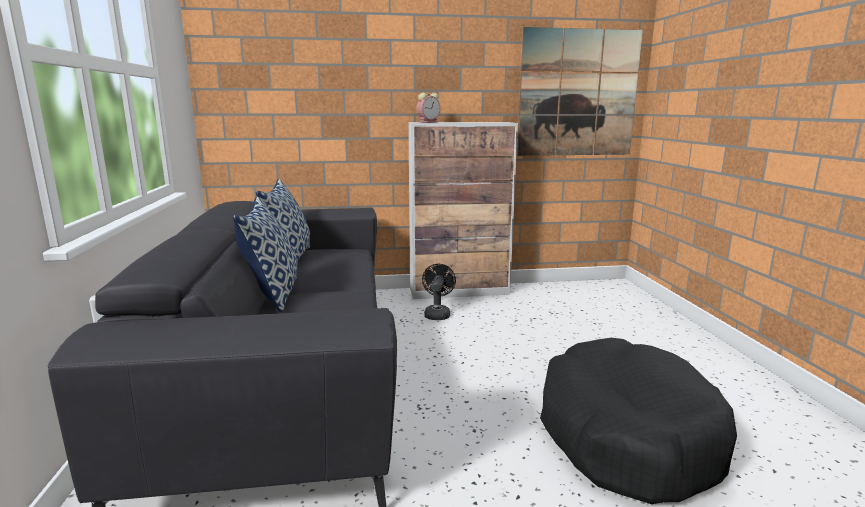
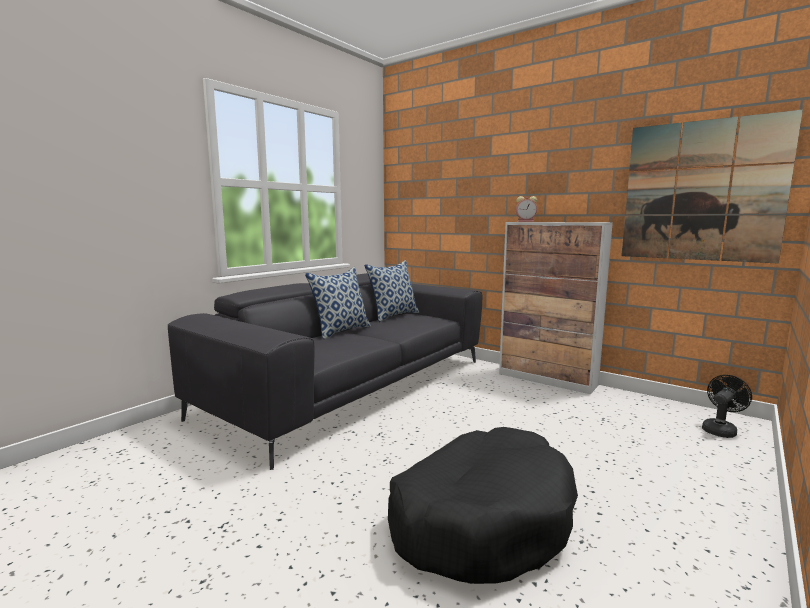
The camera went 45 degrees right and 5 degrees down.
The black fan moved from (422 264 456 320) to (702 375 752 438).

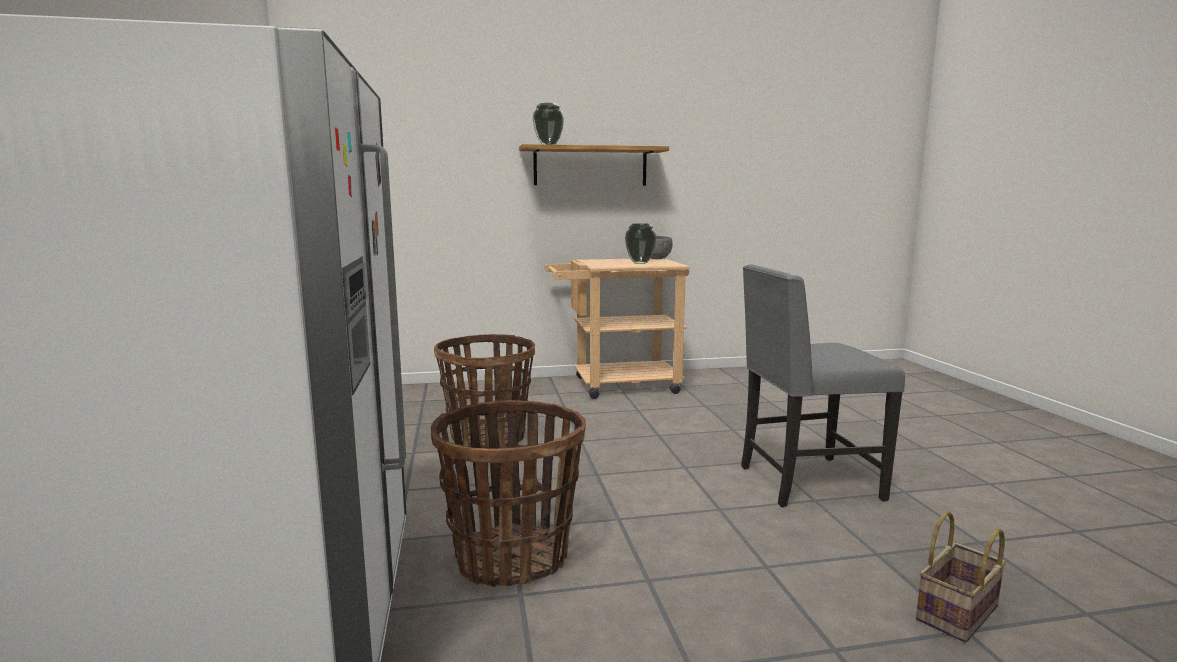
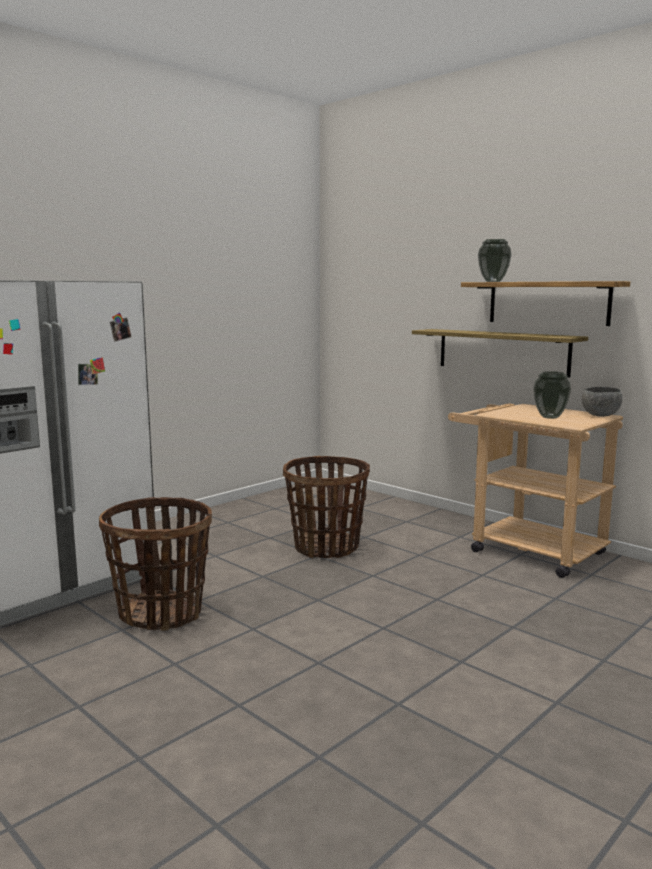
The camera went 55 degrees right and 0 degrees up.
The grey chair at (741 264 905 507) disappeared.
The basket at (916 512 1006 643) disappeared.
The shelf at (412 329 588 378) appeared.

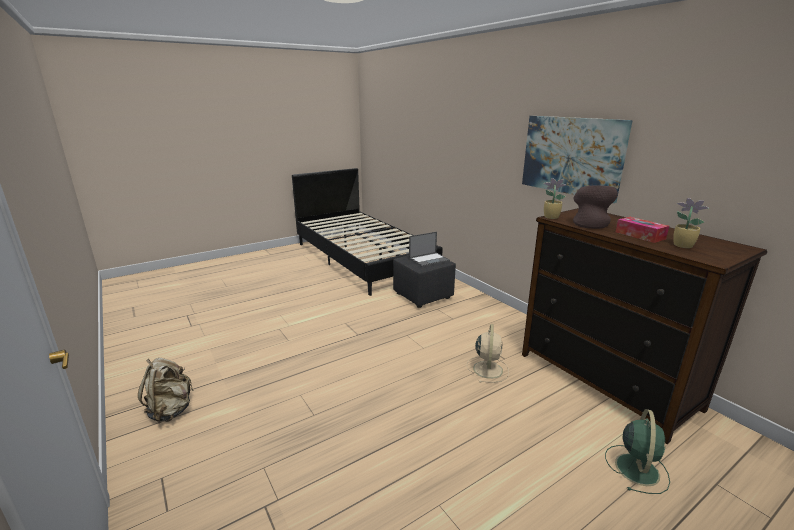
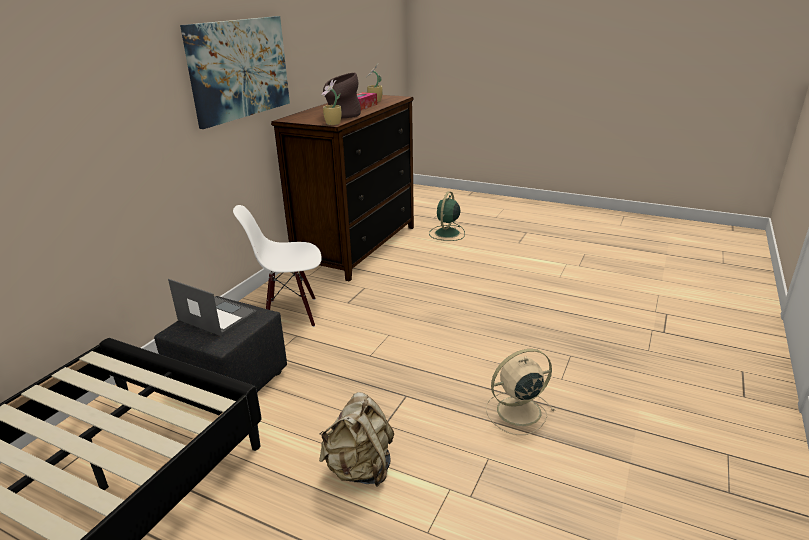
The camera went 120 degrees left and 5 degrees up.
The white chair at (233 205 322 327) appeared.
The beige backpack moved from (138 358 194 423) to (319 392 394 487).
The beige fan moved from (467 324 509 383) to (486 349 555 435).
The green fan at (605 409 670 494) turned 60 degrees counterclockwise.

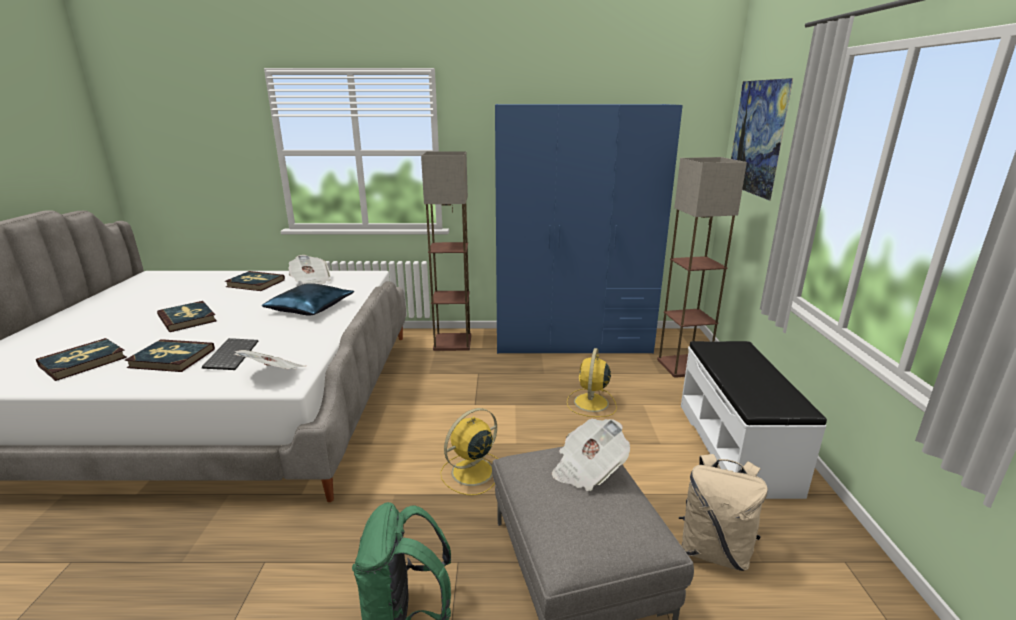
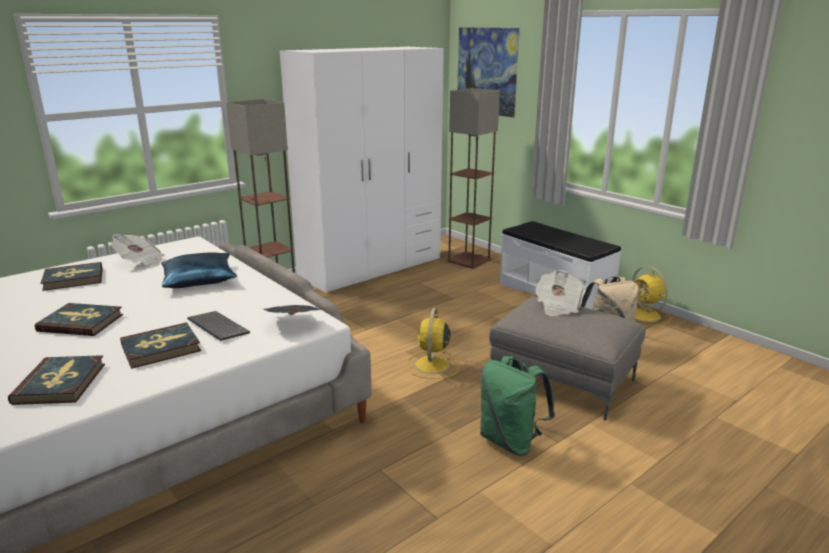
The camera went 40 degrees left and 0 degrees up.
The yellow fan moved from (567 348 617 417) to (632 266 671 326).
The blue wardrobe at (495 104 683 354) became the white wardrobe at (280 47 444 293).

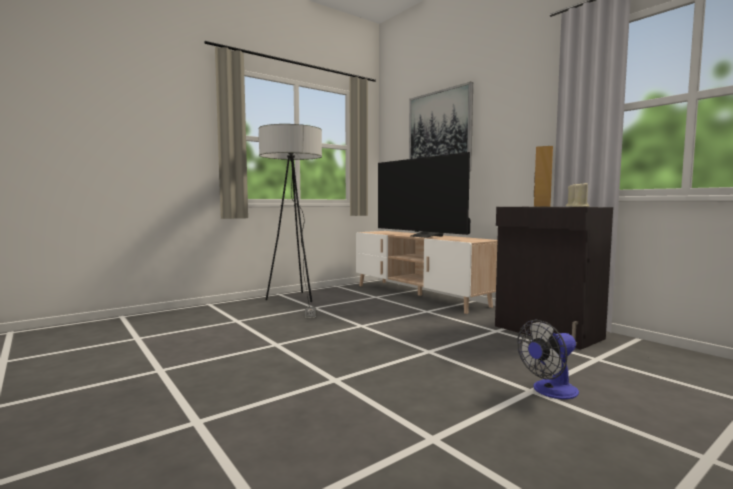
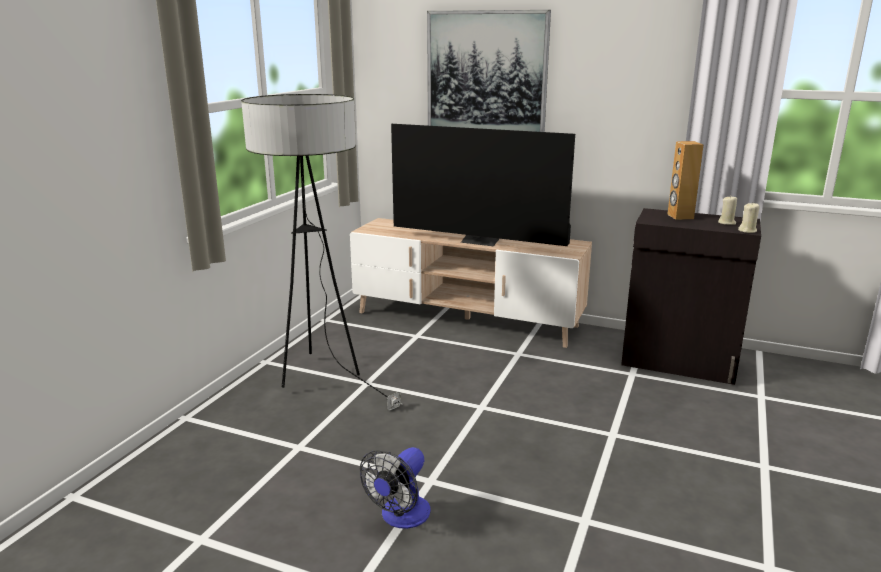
The camera went 30 degrees left and 15 degrees up.
The fan moved from (517 320 579 399) to (360 447 431 529).

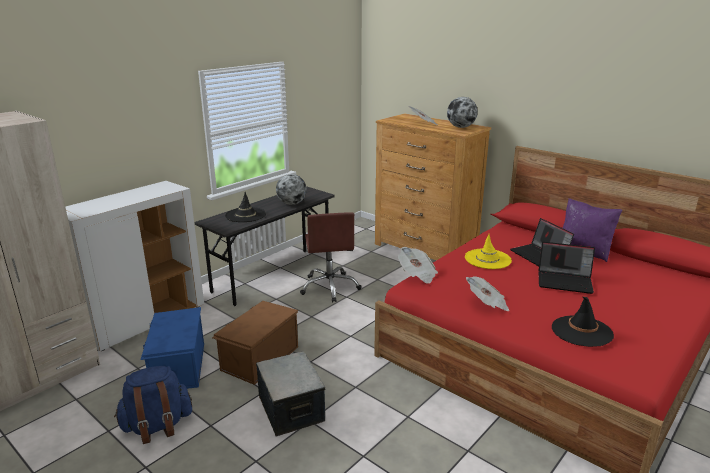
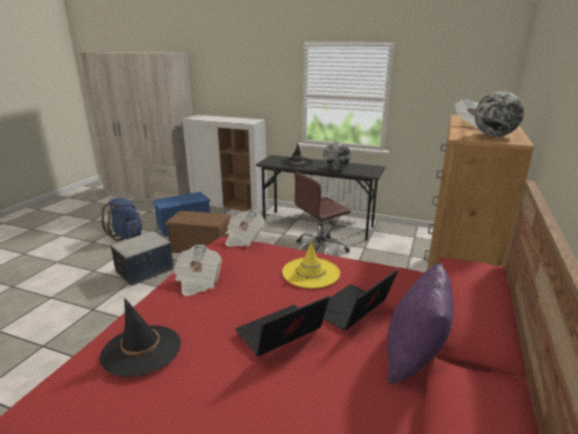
The camera went 70 degrees right and 0 degrees up.
The laptop at (539 242 595 294) turned 60 degrees clockwise.

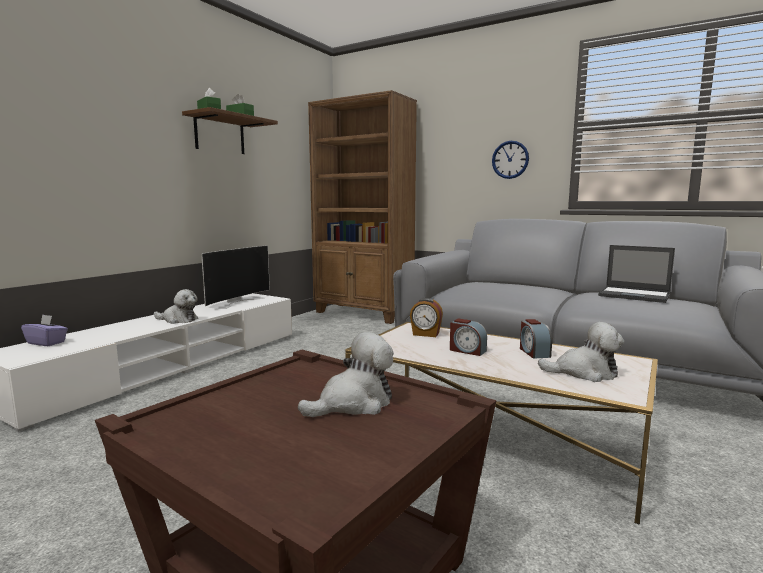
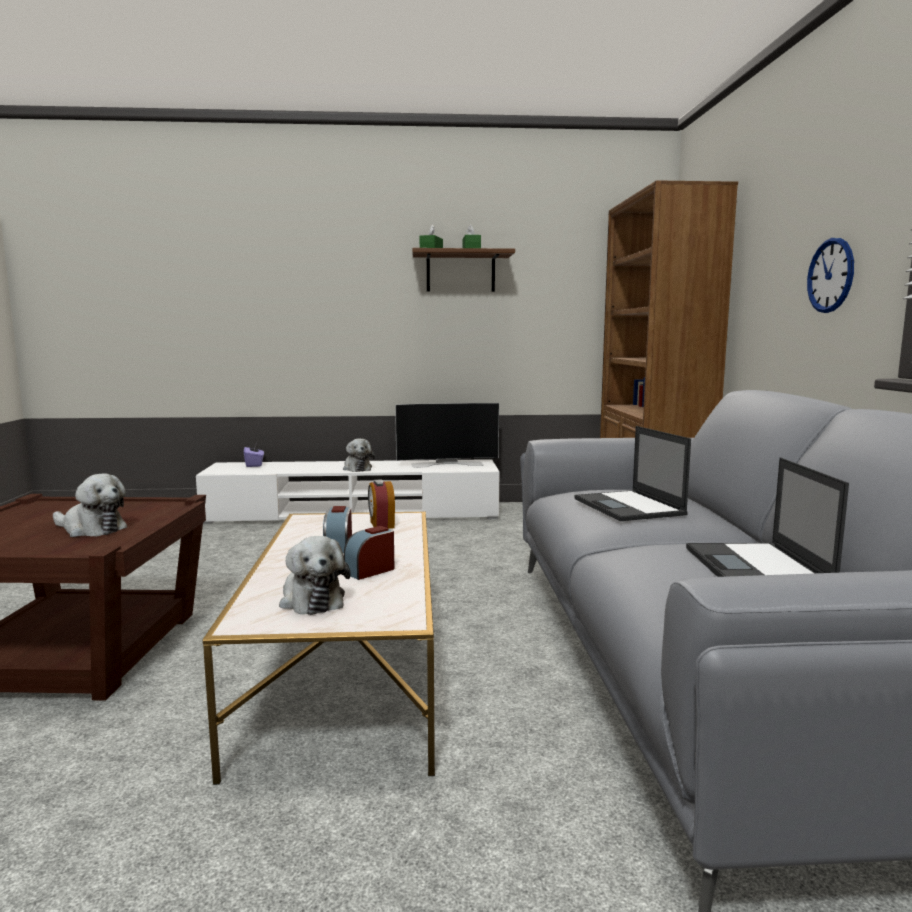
The camera went 55 degrees right and 0 degrees up.
The laptop at (575 426 691 521) appeared.

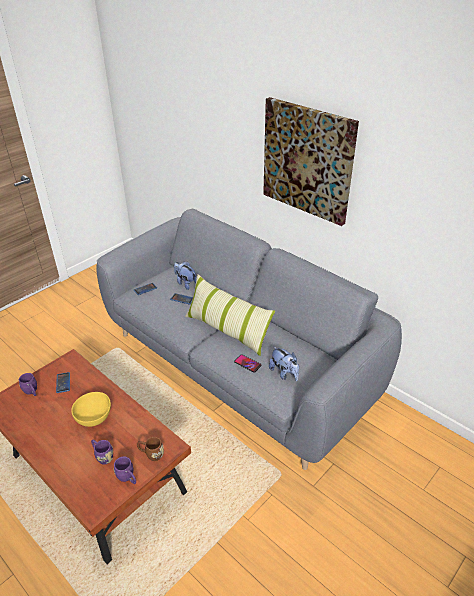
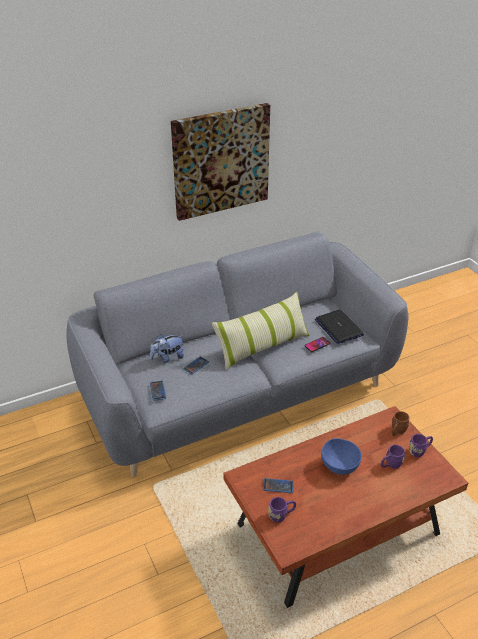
The camera went 70 degrees left and 0 degrees up.
The plush toy at (269 346 299 381) was replaced by the laptop at (315 309 364 344).
The yellow bowl at (71 392 111 427) became the blue bowl at (321 438 362 475).

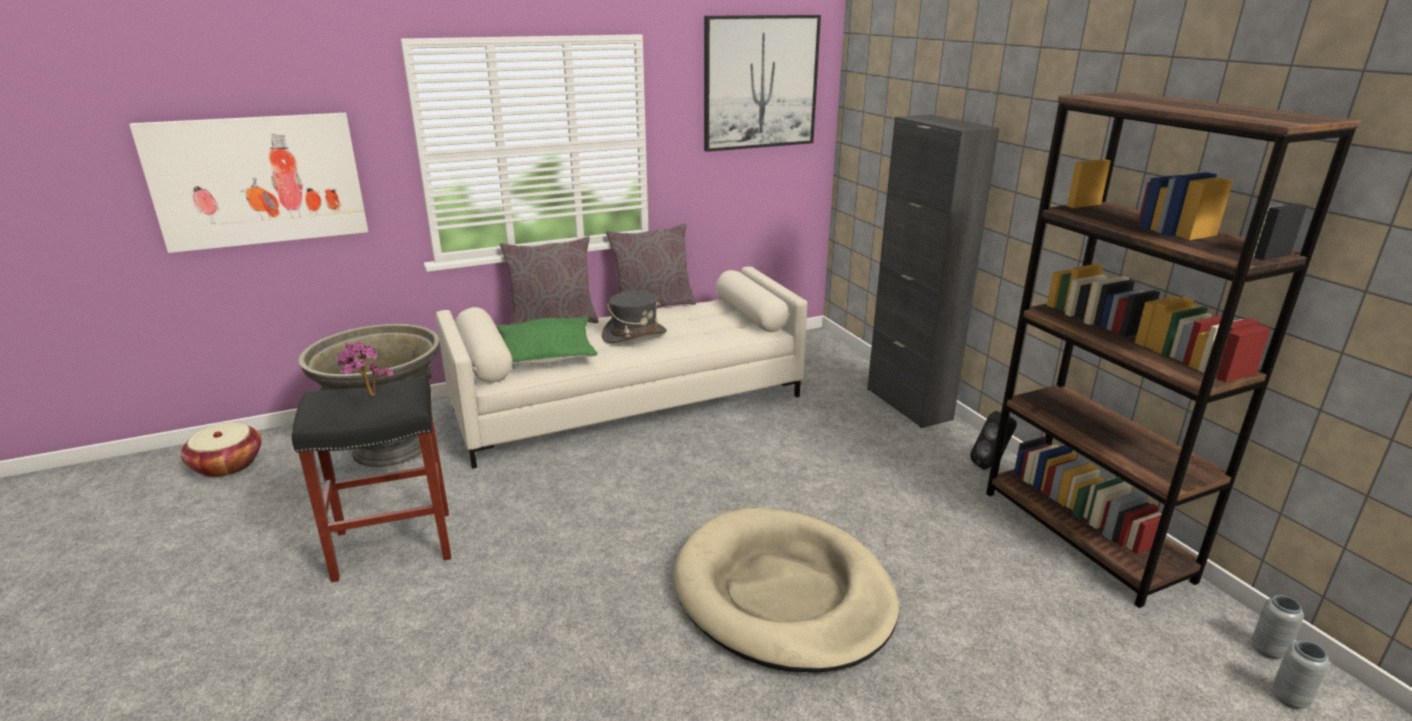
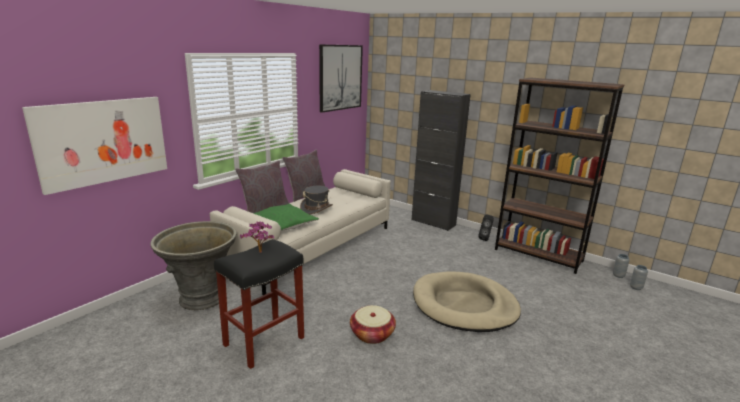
The camera went 30 degrees left and 5 degrees down.
The basket moved from (181 423 262 477) to (350 305 396 344).

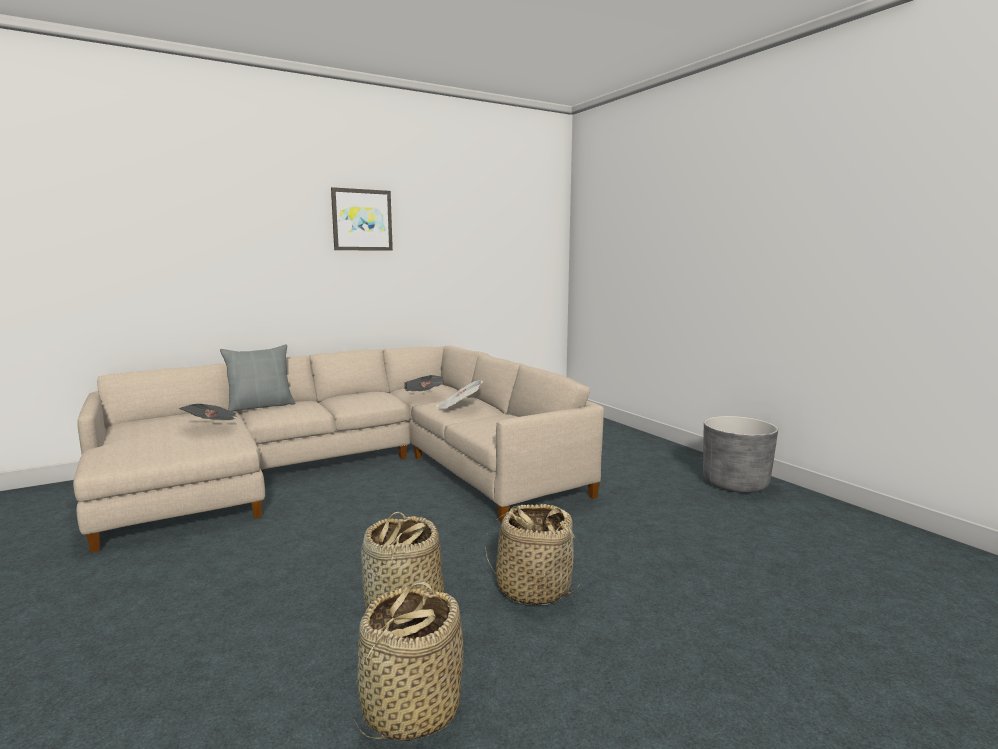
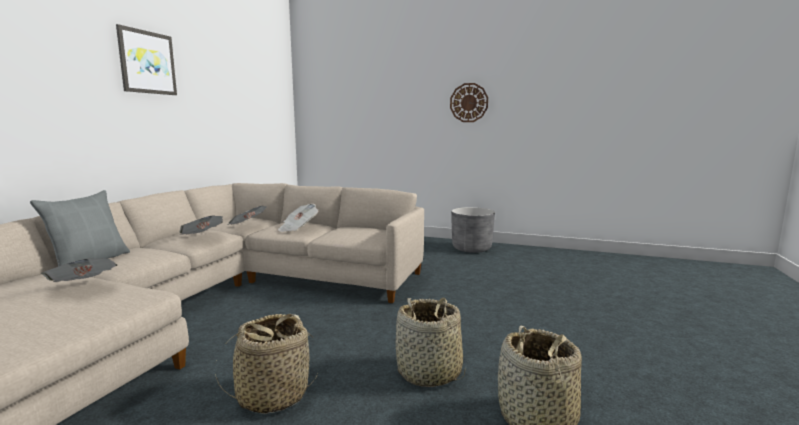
The camera went 40 degrees left and 0 degrees up.
The newspaper at (179 215 223 235) appeared.
The wall clock at (450 83 488 122) appeared.
The basket moved from (485 504 580 606) to (215 314 318 414).

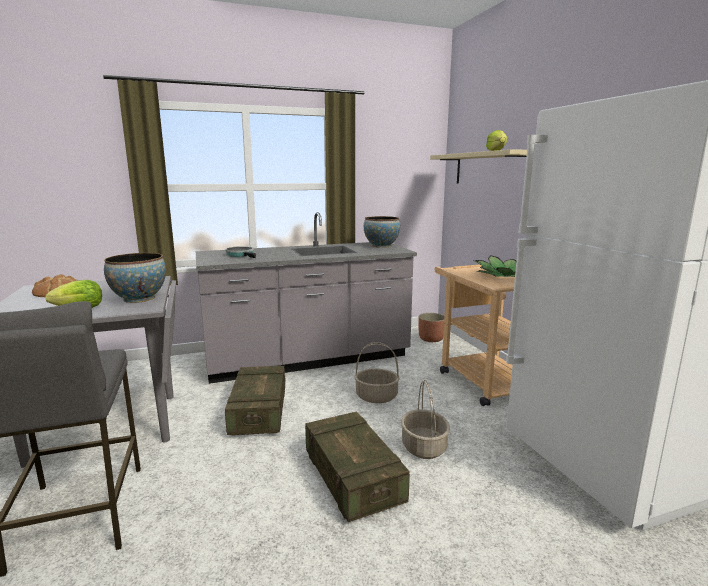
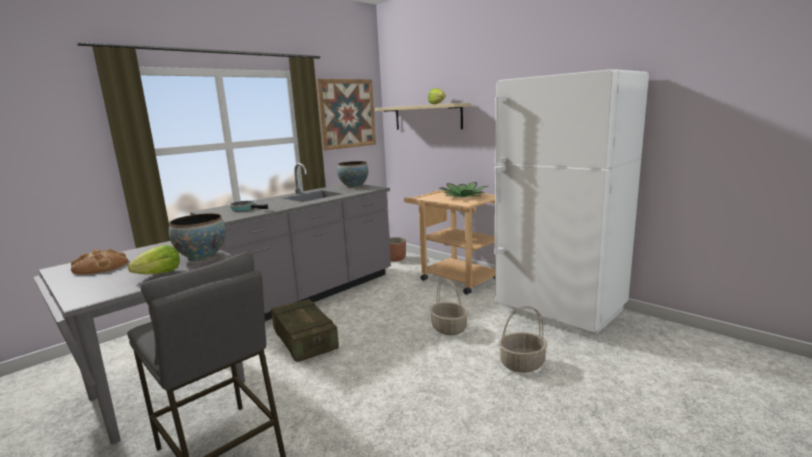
The camera went 25 degrees left and 0 degrees up.
The crate at (305 411 410 522) disappeared.
The picture at (316 79 376 151) appeared.
The basket moved from (354 342 400 403) to (499 306 547 372).

